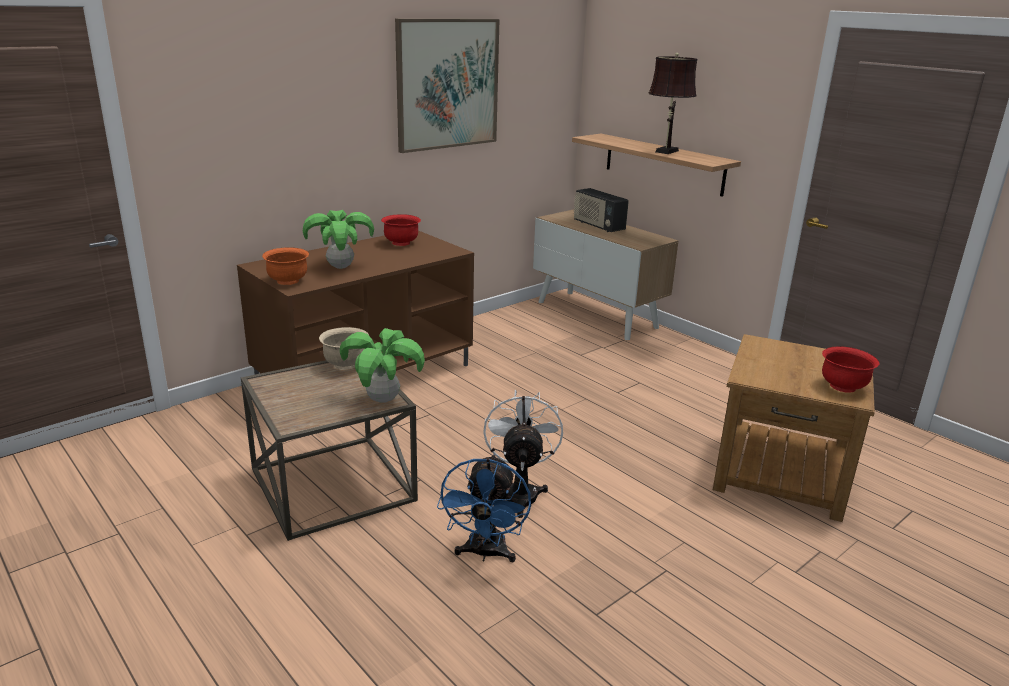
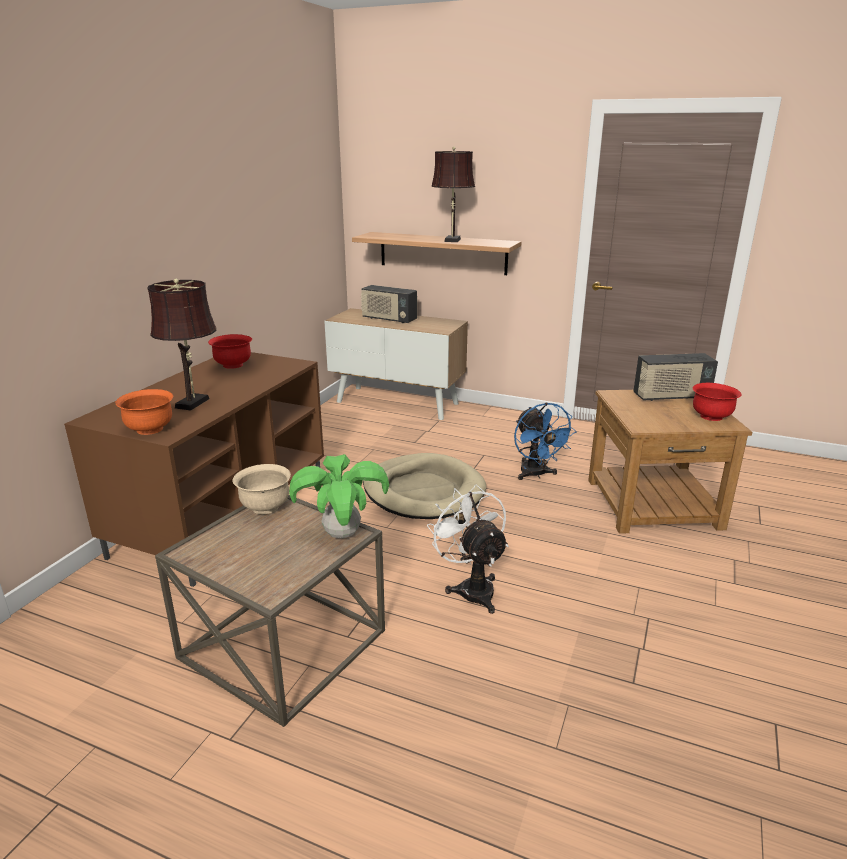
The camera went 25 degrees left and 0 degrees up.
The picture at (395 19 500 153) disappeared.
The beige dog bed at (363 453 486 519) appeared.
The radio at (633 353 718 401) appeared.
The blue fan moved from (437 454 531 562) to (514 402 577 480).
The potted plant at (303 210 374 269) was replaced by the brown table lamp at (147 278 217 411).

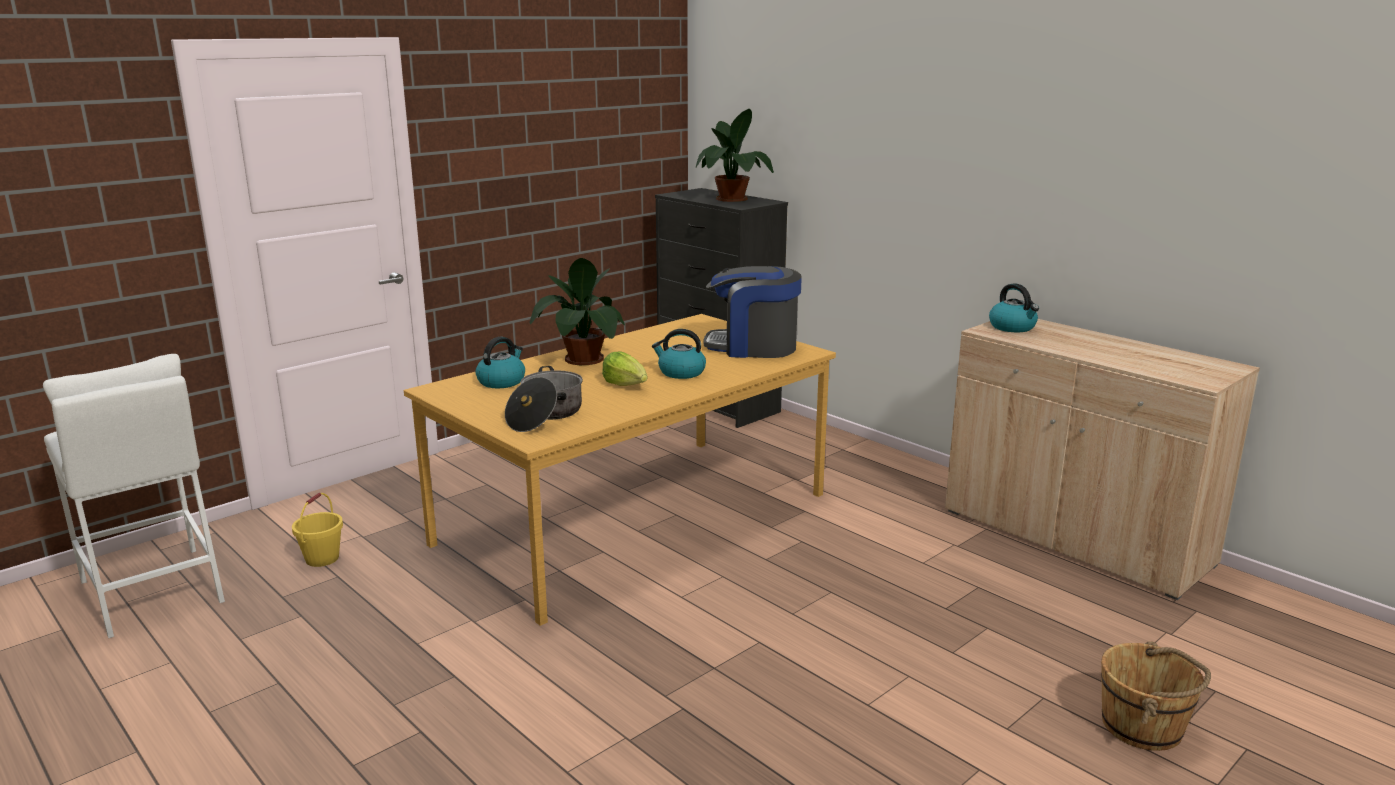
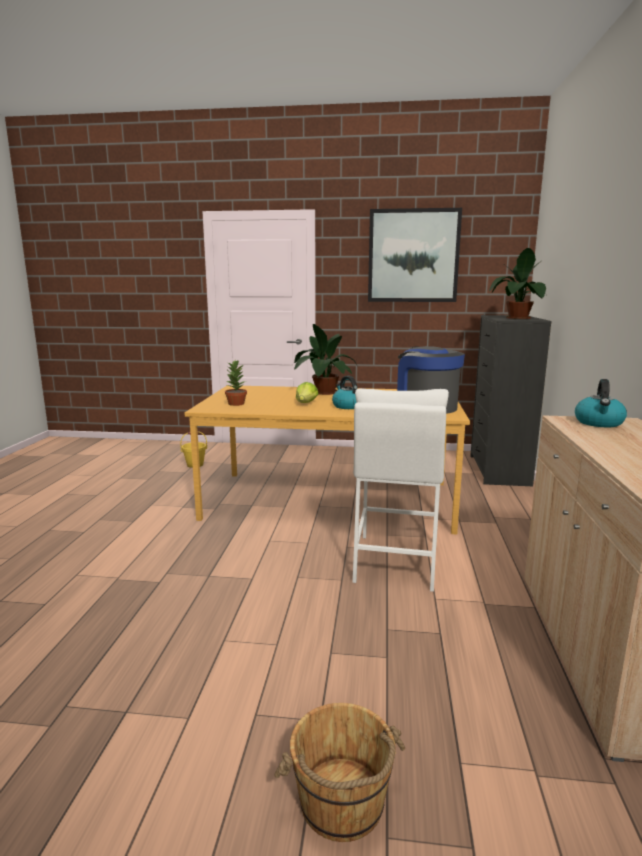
The camera went 50 degrees right and 5 degrees down.
The kettle at (476 337 525 388) disappeared.
The picture at (368 208 462 302) appeared.
The white stool moved from (43 354 225 638) to (352 389 449 592).
The cooking pot at (505 366 583 432) was replaced by the potted plant at (225 360 247 406).

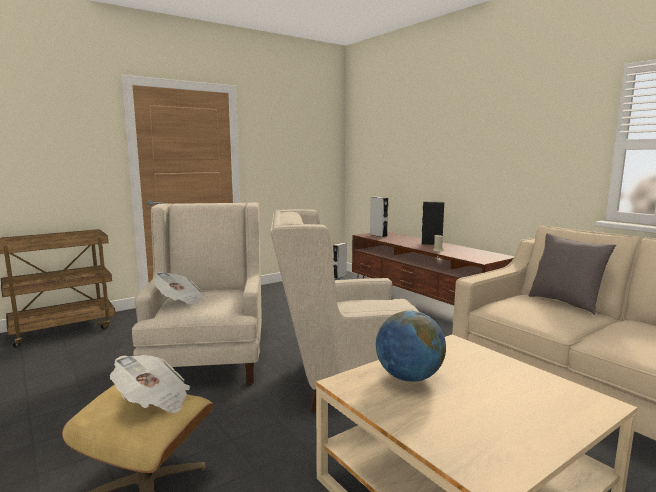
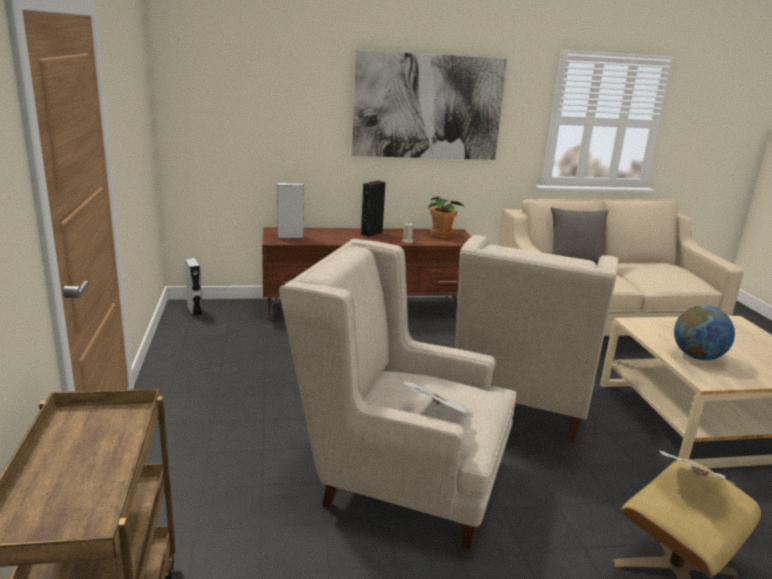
The camera went 65 degrees left and 10 degrees up.
The picture at (352 50 507 160) appeared.
The potted plant at (428 196 464 238) appeared.

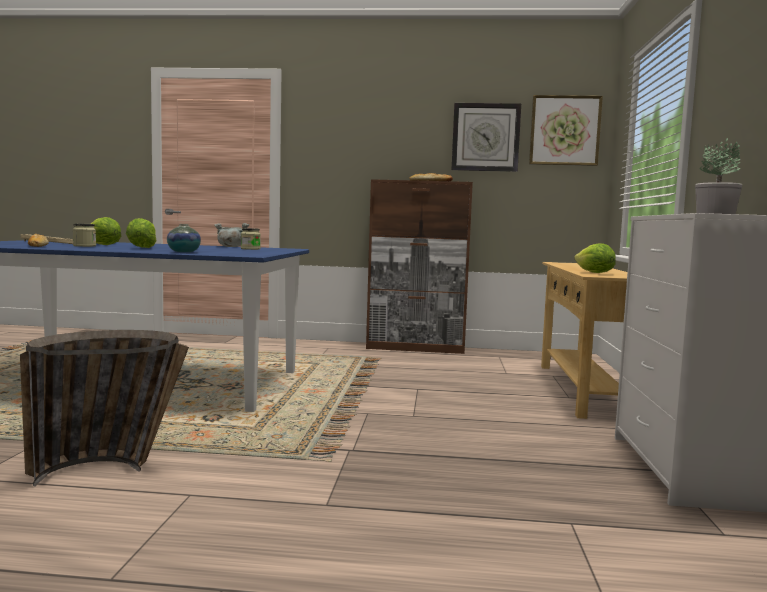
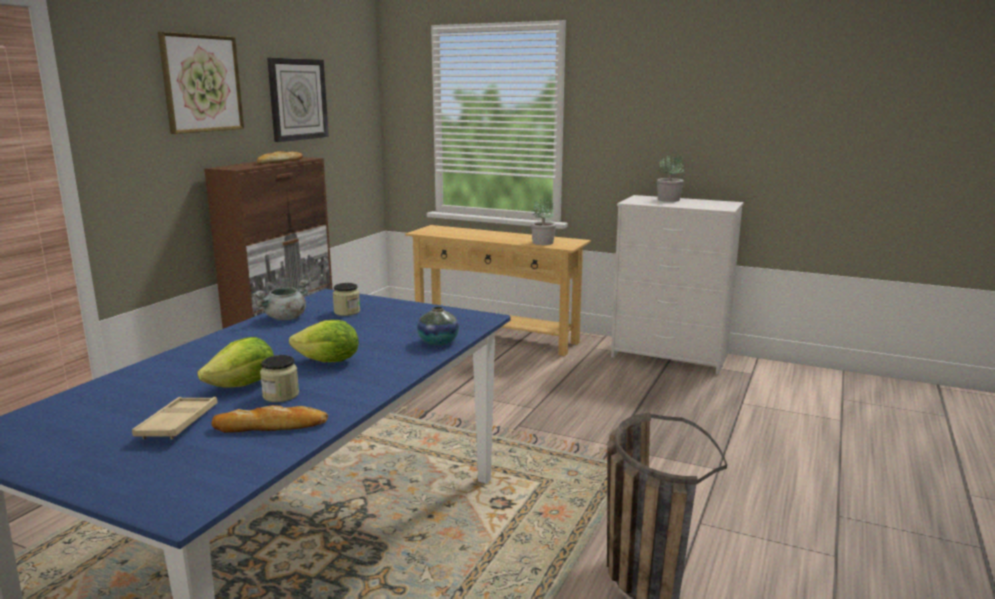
The camera went 70 degrees left and 10 degrees up.
The picture moved from (529 95 603 166) to (158 32 244 134).
The lettuce at (574 243 616 273) was replaced by the potted plant at (531 199 556 245).

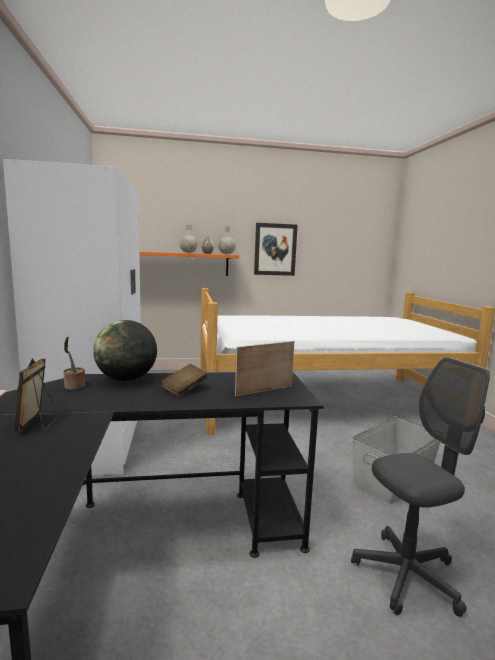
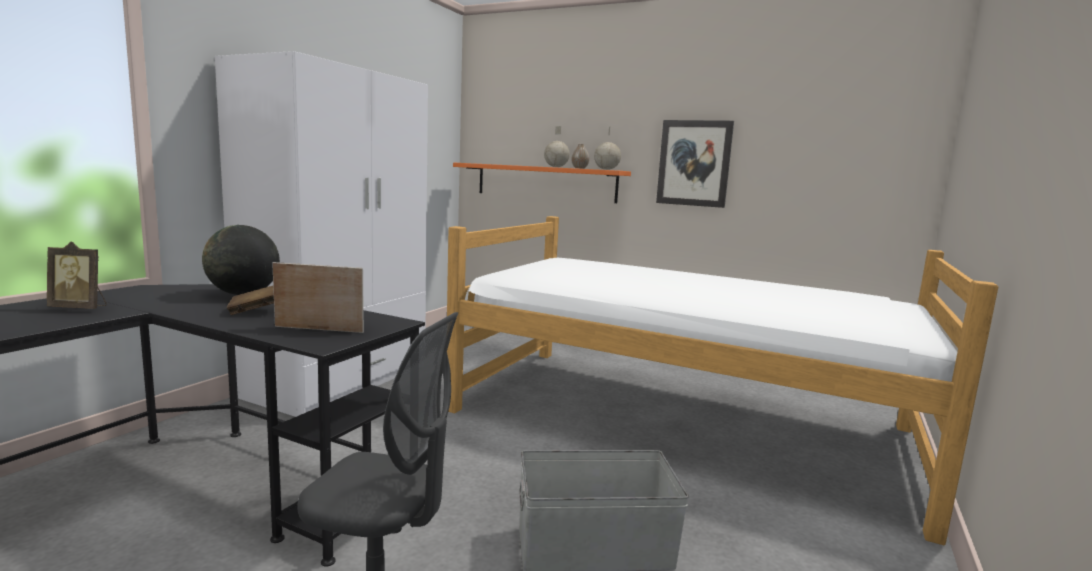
The camera went 35 degrees right and 0 degrees up.
The potted plant at (63 337 85 390) disappeared.
The picture frame at (14 358 58 433) turned 120 degrees counterclockwise.

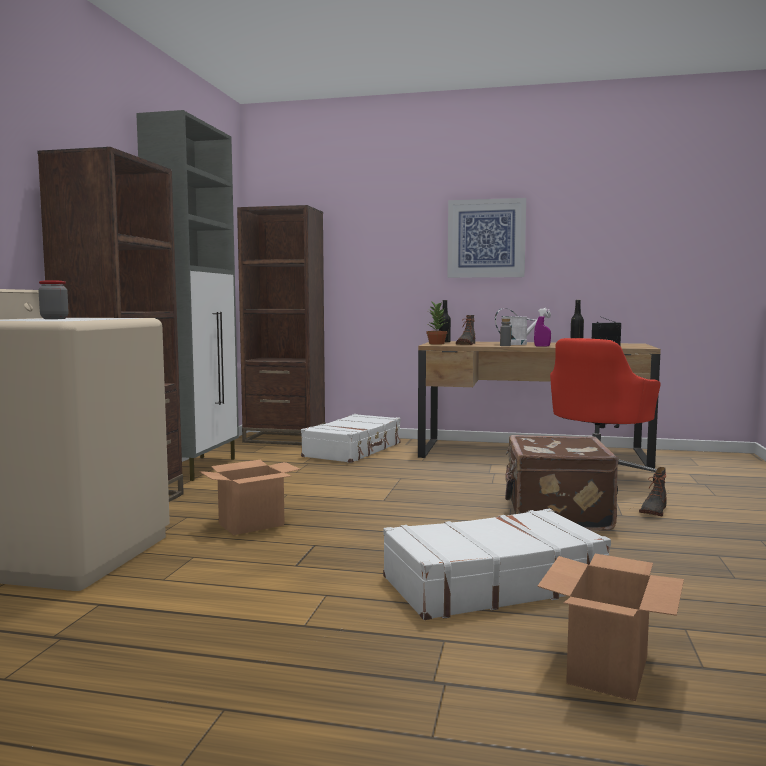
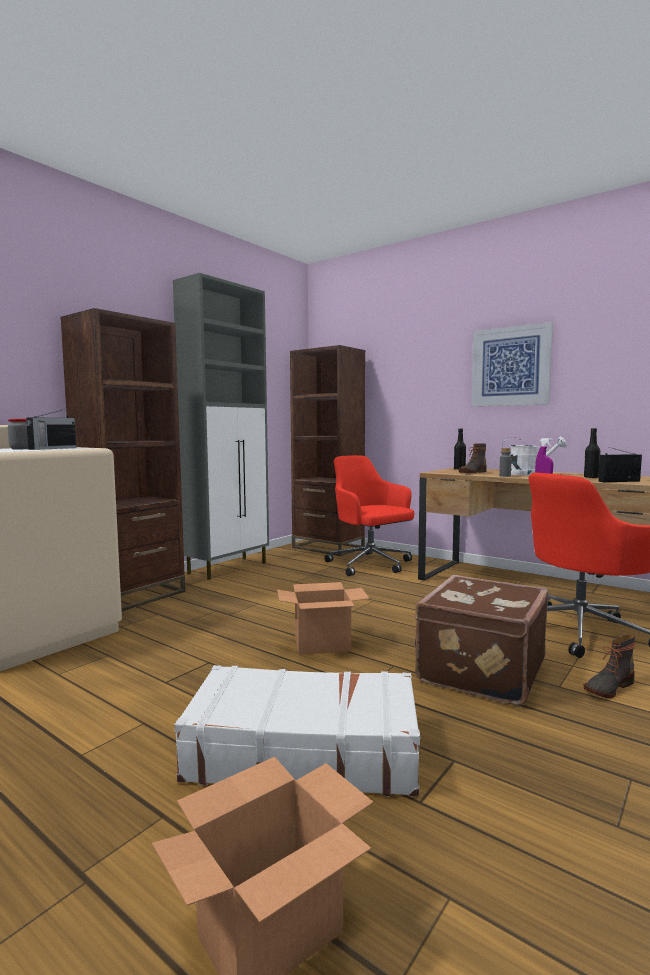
The camera went 25 degrees right and 0 degrees up.
The potted plant at (426 301 448 345) disappeared.
The radio at (26 409 77 450) appeared.
The cardboard box moved from (199 460 301 535) to (277 582 370 655).
The white suitcase at (301 414 401 463) was replaced by the red office chair at (325 455 414 576).

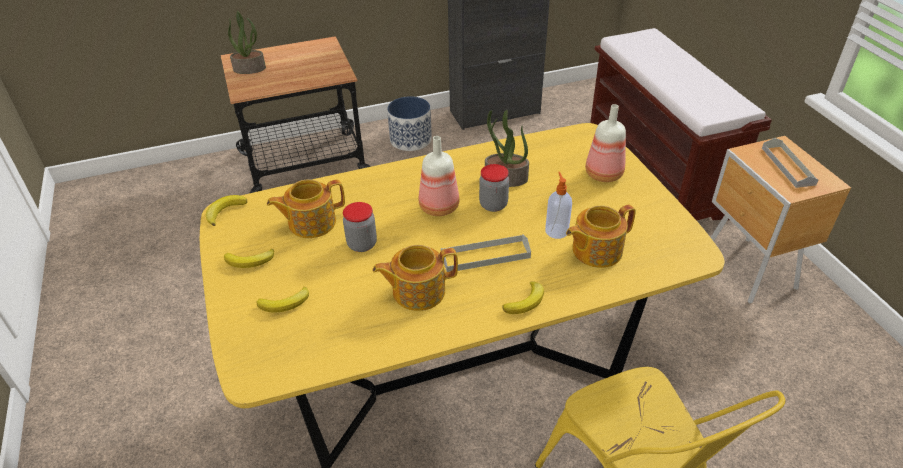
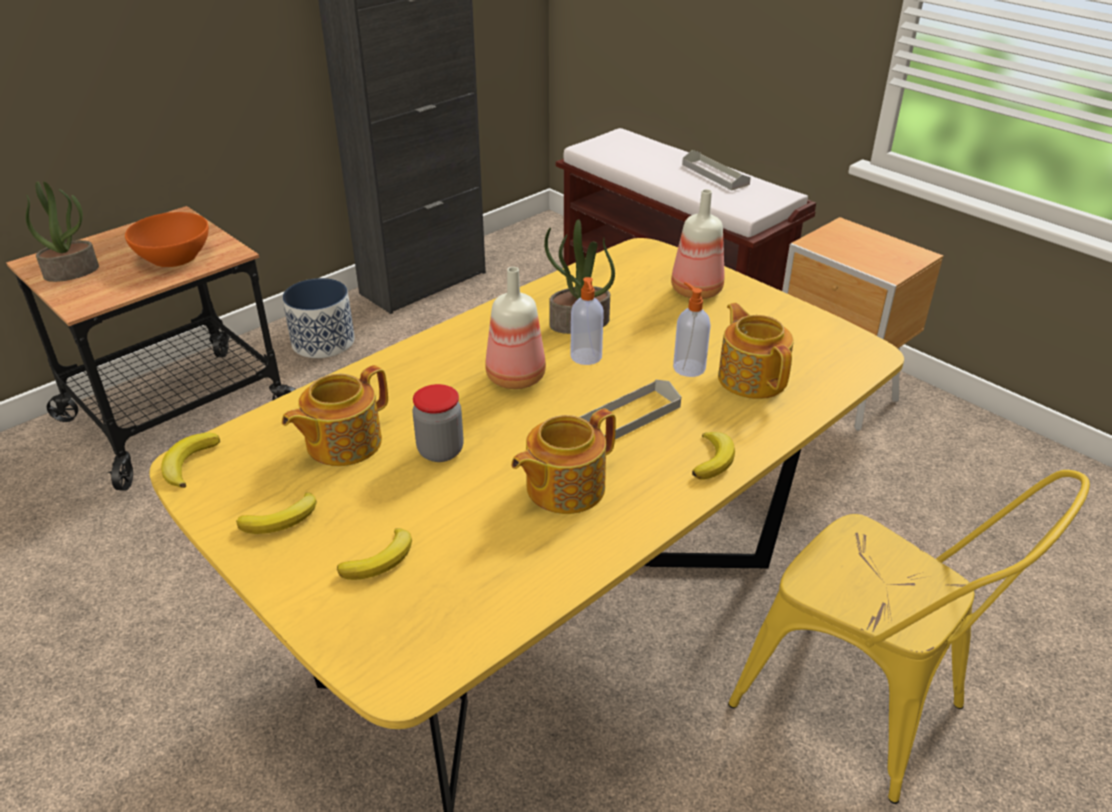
The camera went 25 degrees left and 5 degrees down.
The orange bowl at (125 212 209 267) appeared.
The grey tray moved from (762 138 819 188) to (682 150 751 190).
The jar at (479 164 509 212) was replaced by the soap dispenser at (570 277 604 365).
The teapot at (566 204 636 268) turned 120 degrees clockwise.

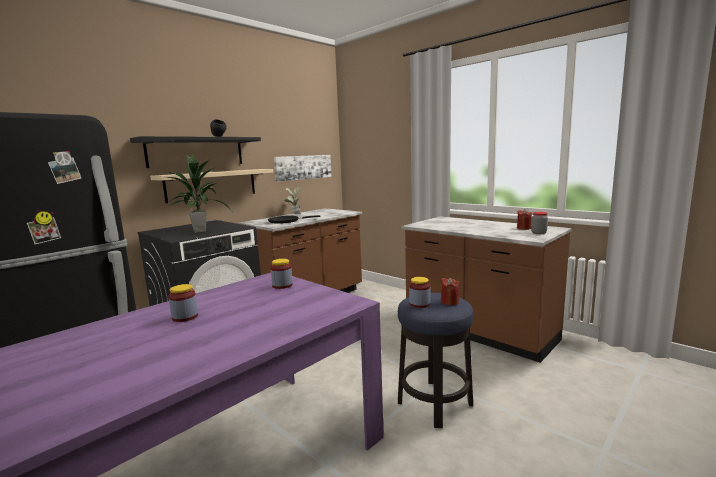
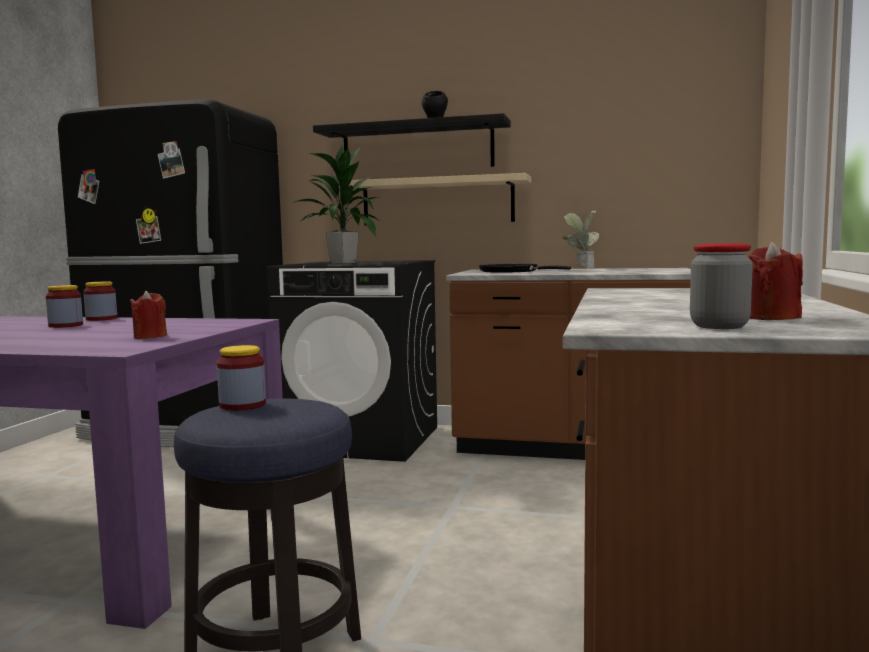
The camera went 60 degrees right and 5 degrees down.
The picture at (274 155 332 182) disappeared.
The jar moved from (271 259 293 289) to (83 281 117 321).
The red candle moved from (441 277 459 306) to (130 291 167 339).

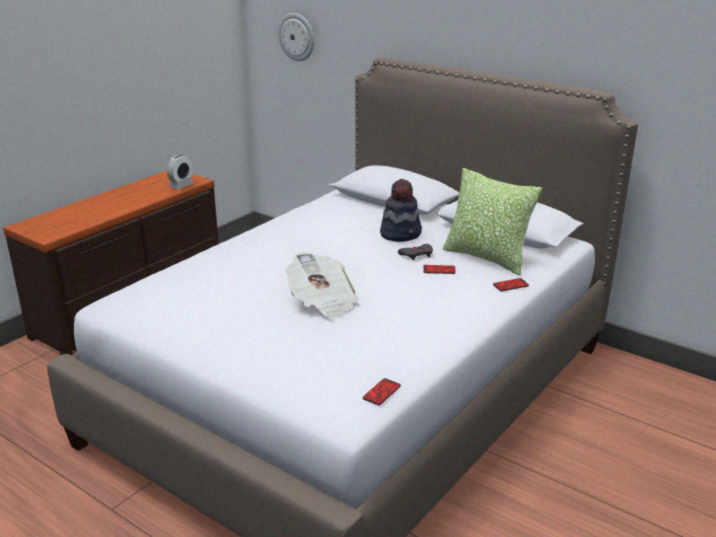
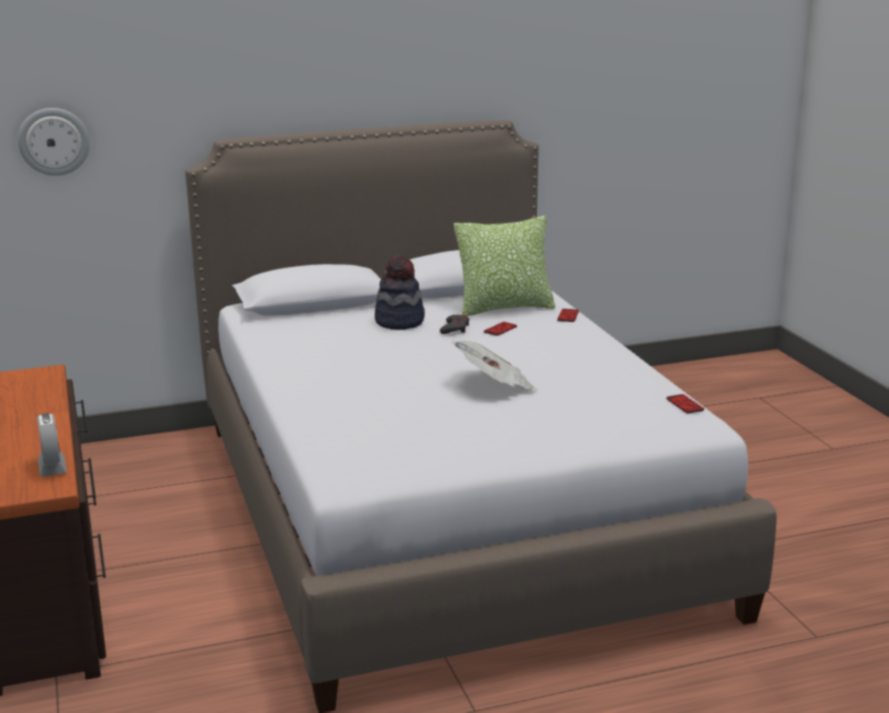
The camera went 55 degrees left and 5 degrees down.
The alarm clock moved from (167 155 194 190) to (37 413 67 477).

